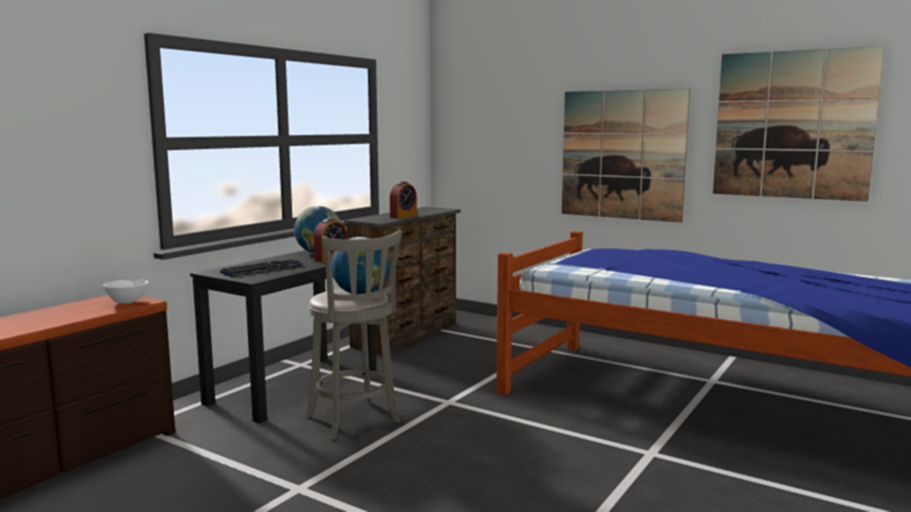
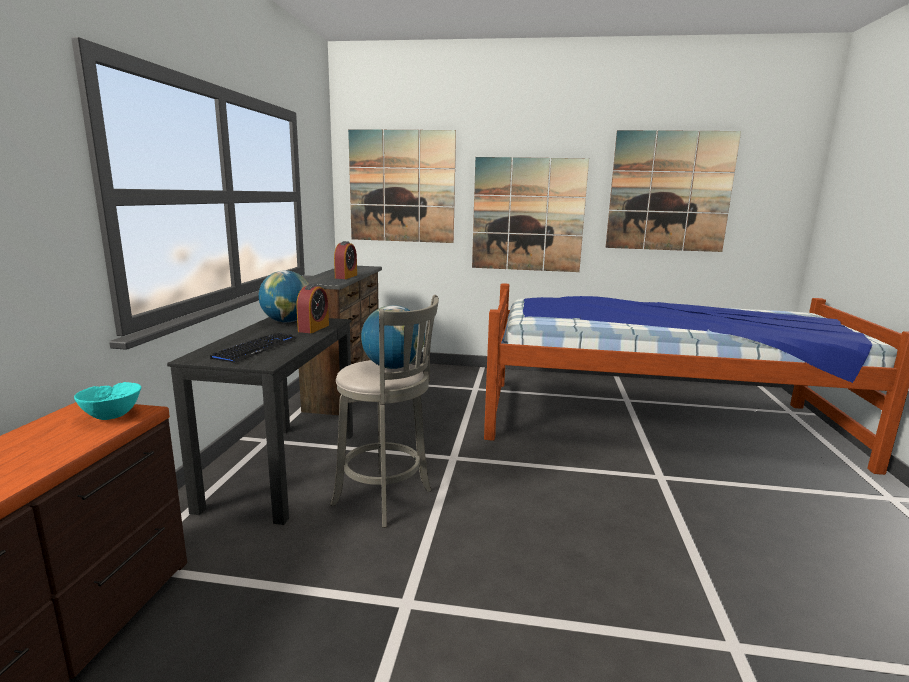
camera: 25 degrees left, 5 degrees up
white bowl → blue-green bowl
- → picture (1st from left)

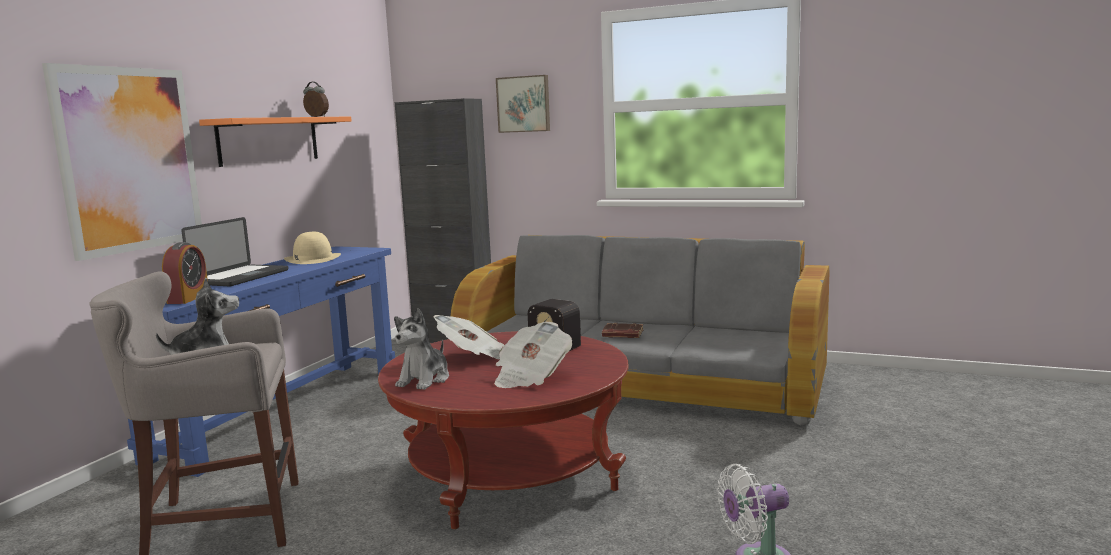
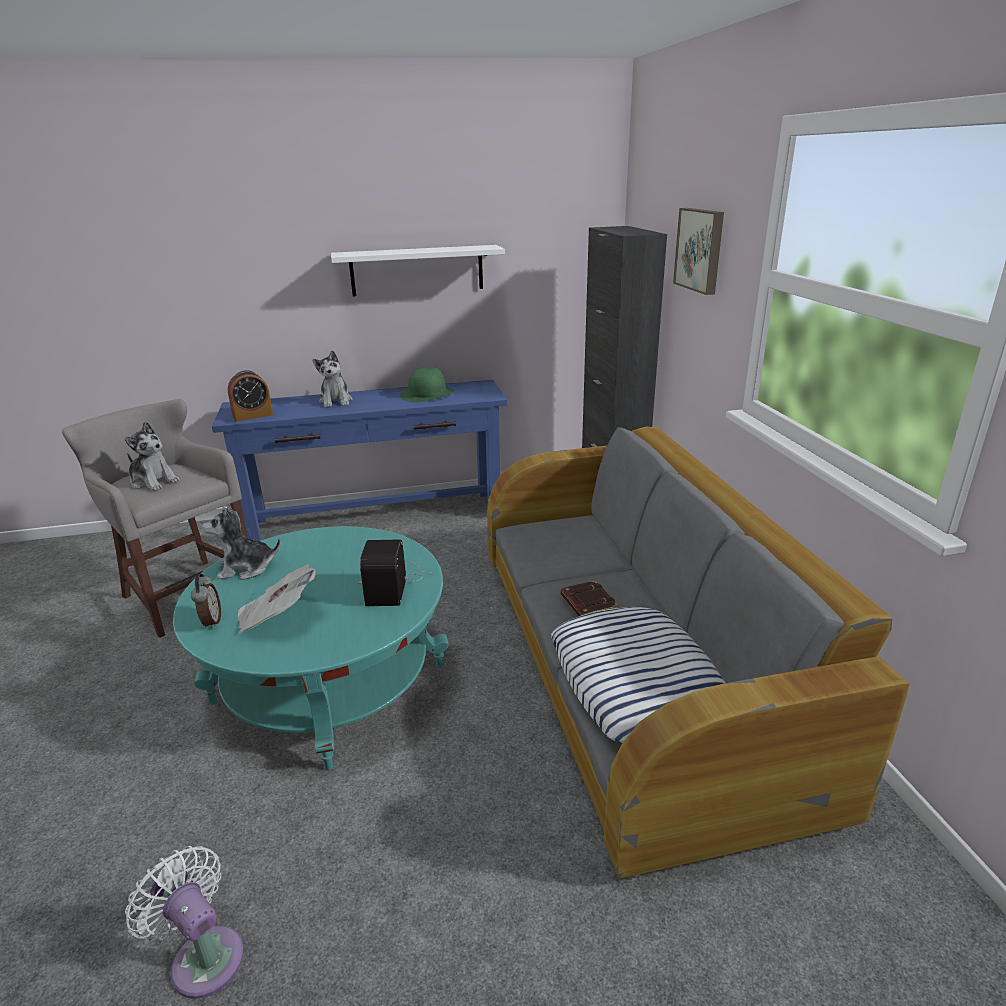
camera: 55 degrees right, 15 degrees up
picture (1st from left) → -
table clock (2nd from left in the first image) → table clock (1st from left), moved
orangey wall shelf → white wall shelf
notebook computer → cuddly toy (3rd from left)
beige-coloured clothing hat → green clothing hat
daily paper (1st from left) → -
red coffee table → blue-green coffee table
- → cushion

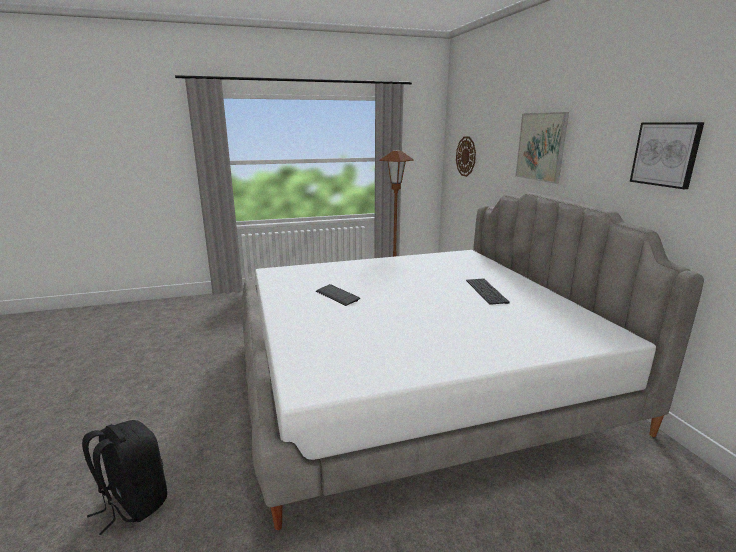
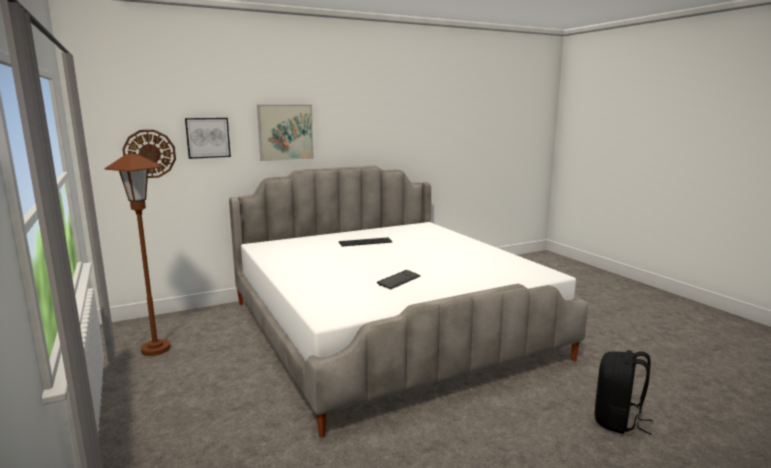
camera: 100 degrees left, 5 degrees down
picture (2nd from left in the first image) → picture (1st from left), moved

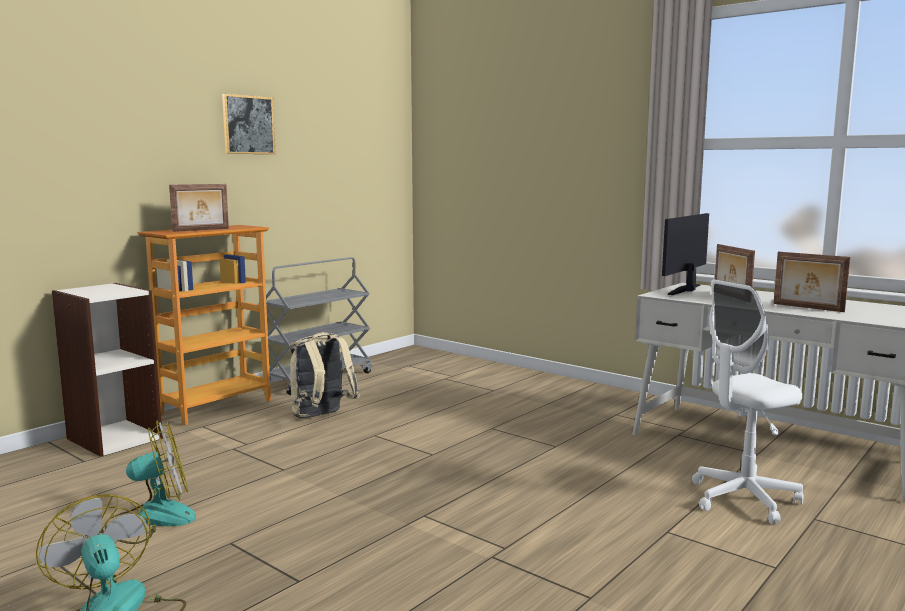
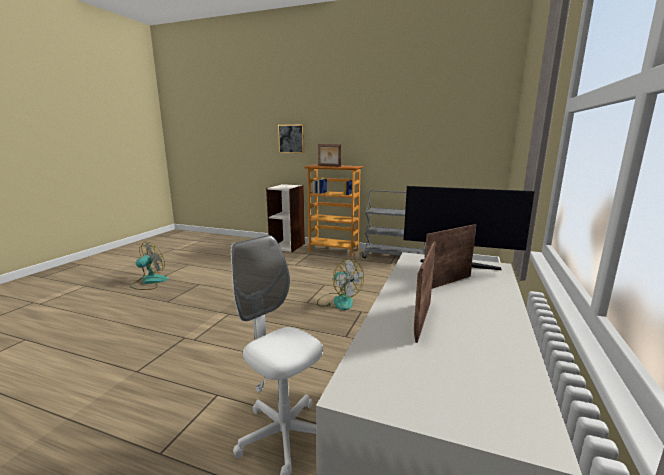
camera: 70 degrees right, 5 degrees up
picture, moved
beige-coloured knapsack → -
fan (2nd from left), moved

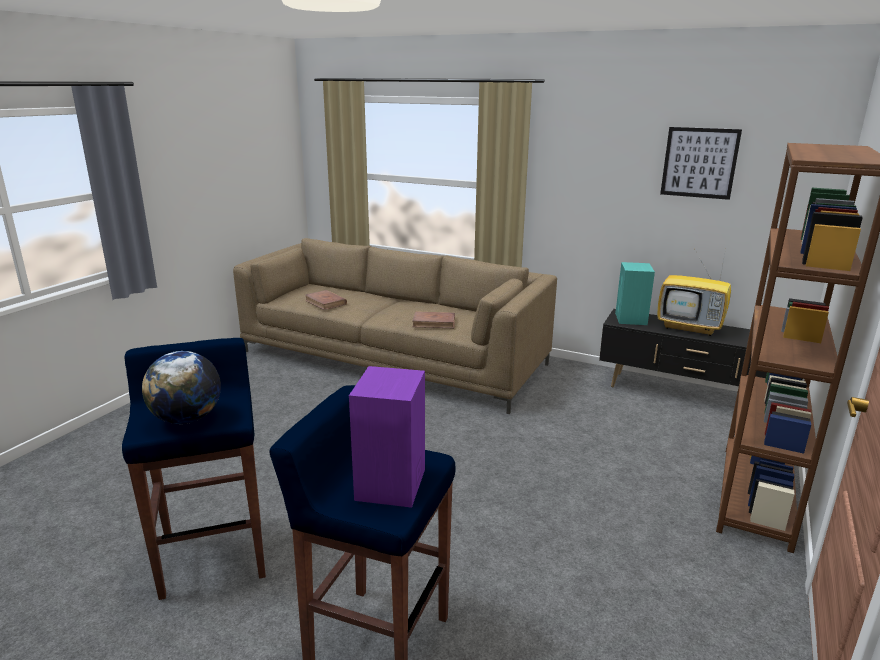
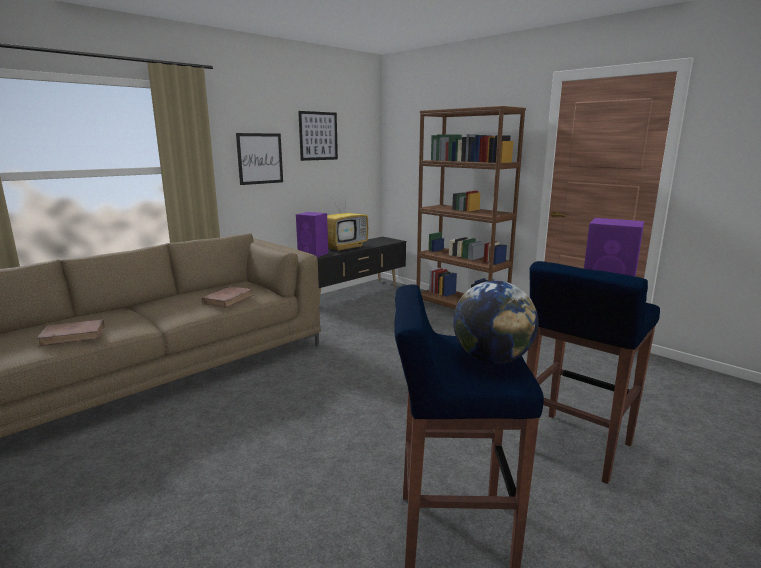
camera: 70 degrees left, 5 degrees down
blue-green loudspeaker → purplish loudspeaker (1st from left)
- → picture (1st from left)

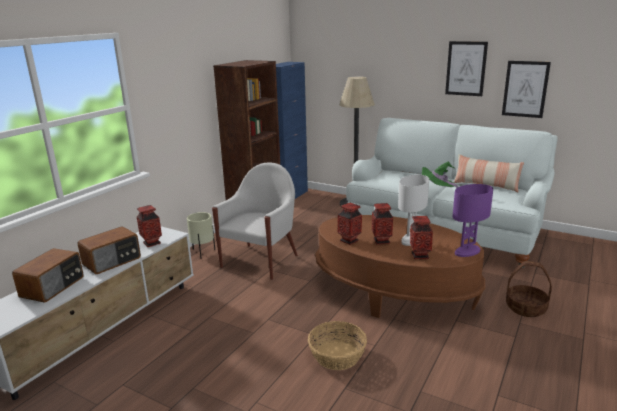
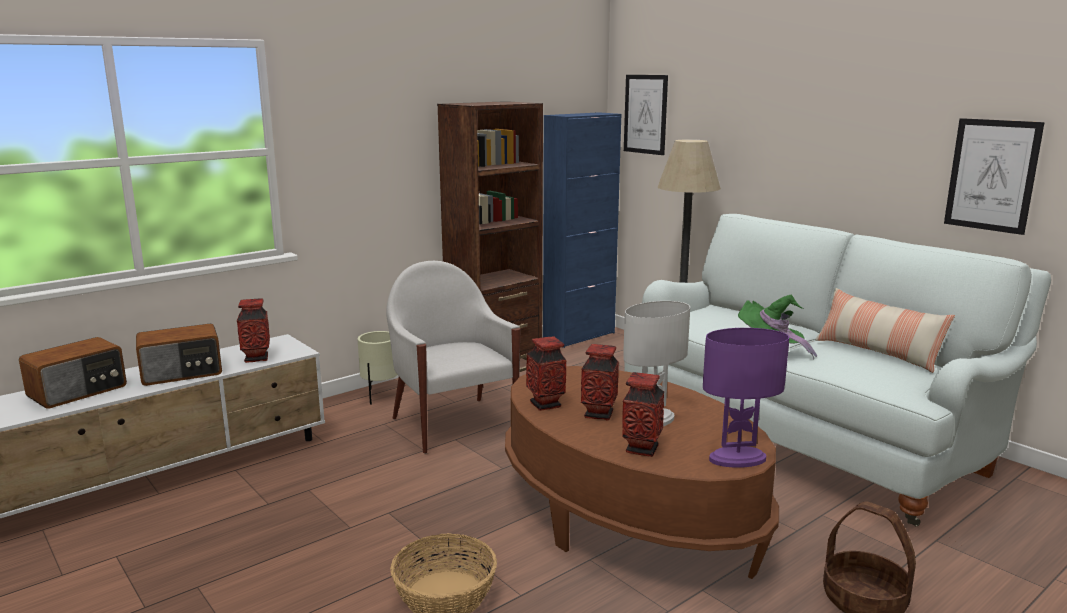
camera: 20 degrees right, 5 degrees down
picture (1st from left), moved
white easy chair, 75 degrees counterclockwise

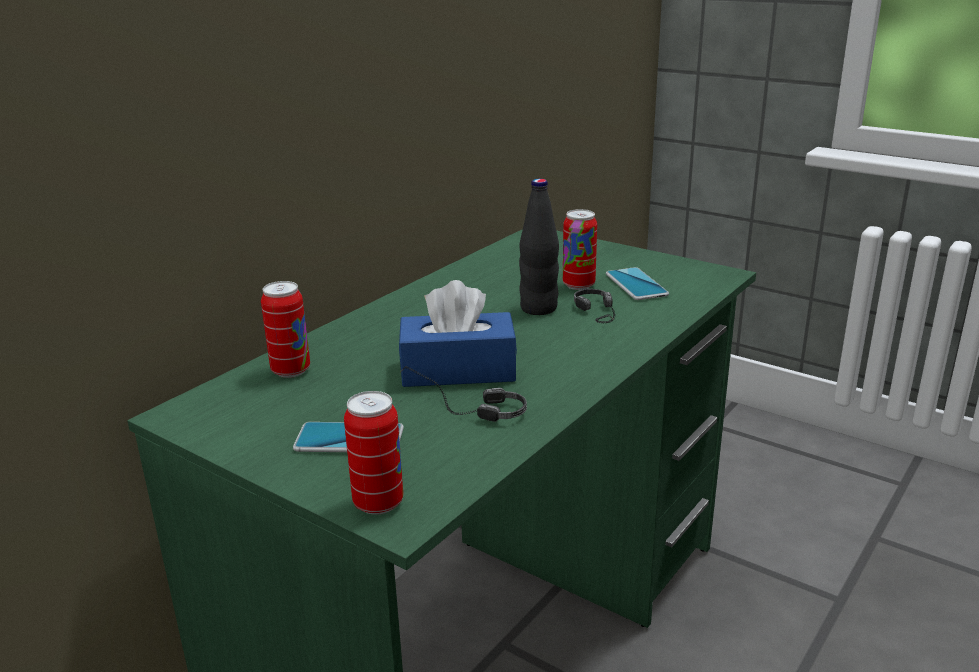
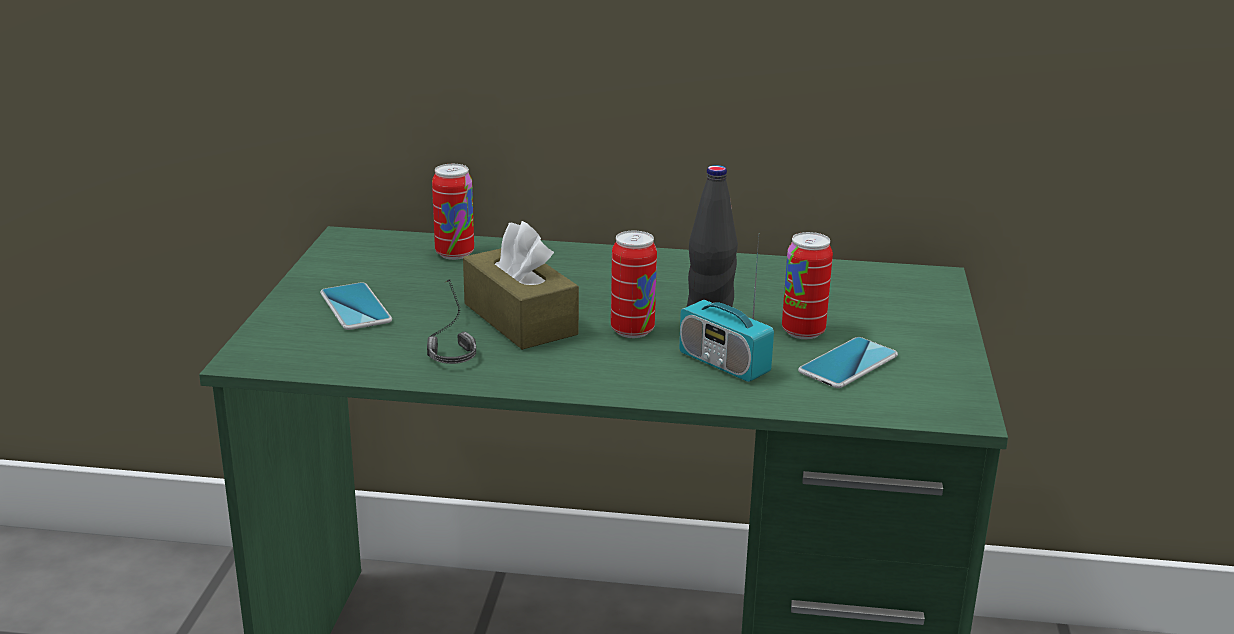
camera: 60 degrees right, 0 degrees up
bluish tissue holder → brown-coloured tissue holder
pair of headphones (2nd from left) → radio receiver
sealed can (2nd from left), moved

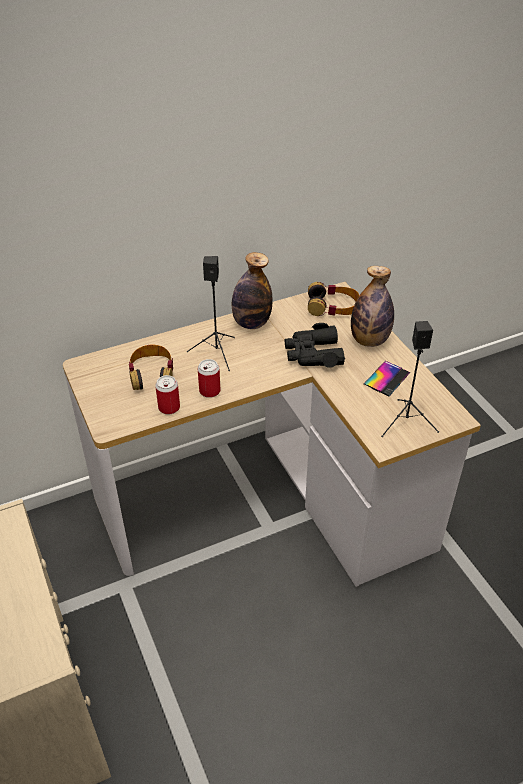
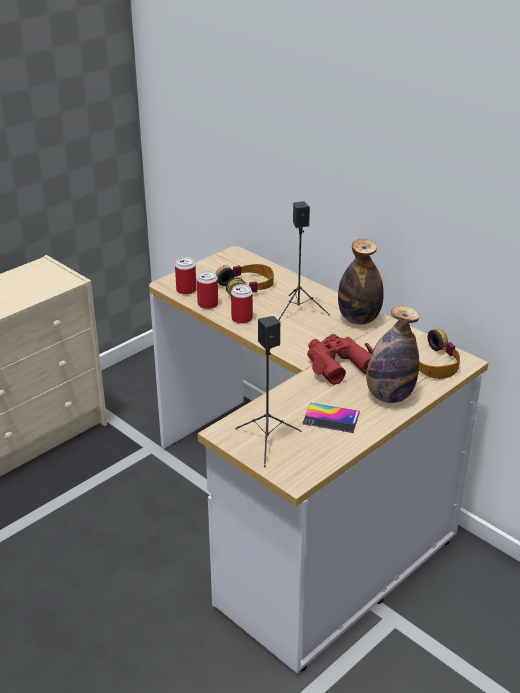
camera: 70 degrees right, 10 degrees down
blackish field glasses → red field glasses
- → sealed can (1st from left)

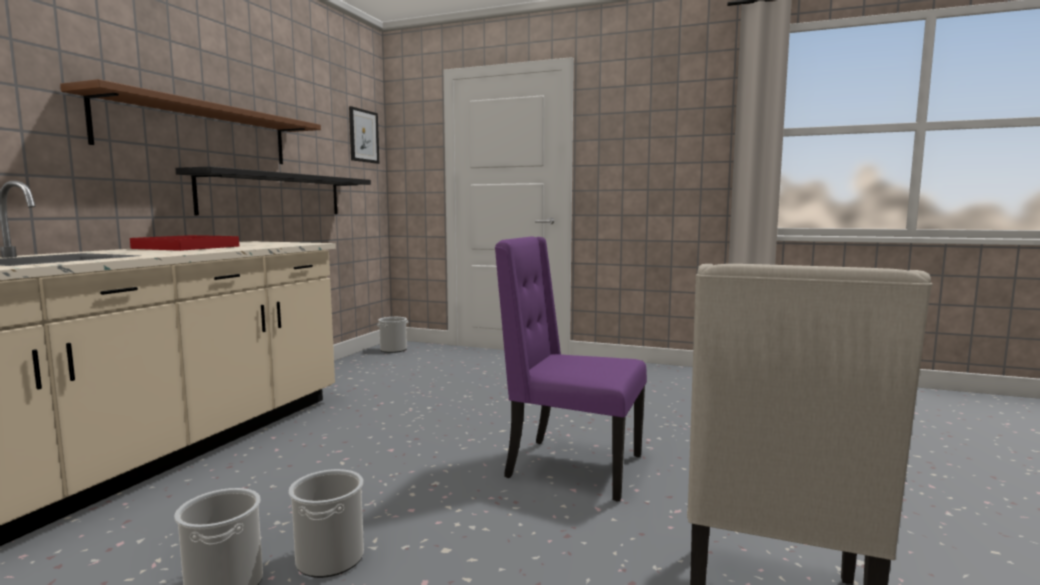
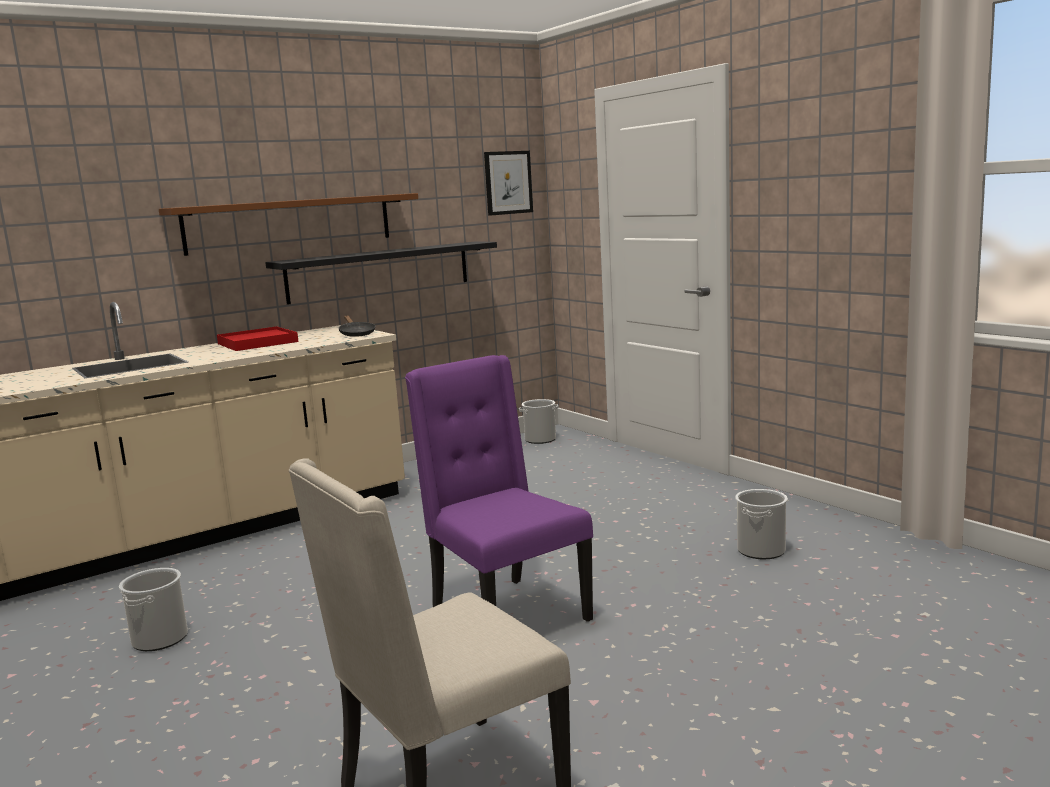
camera: 35 degrees right, 5 degrees up
bucket (2nd from left in the first image) → bucket (3rd from left), moved
- → blackish frying pan

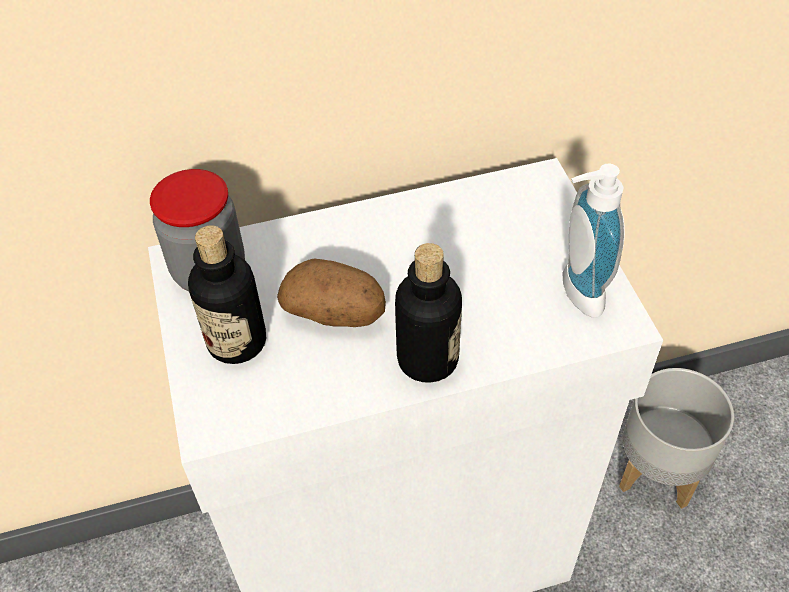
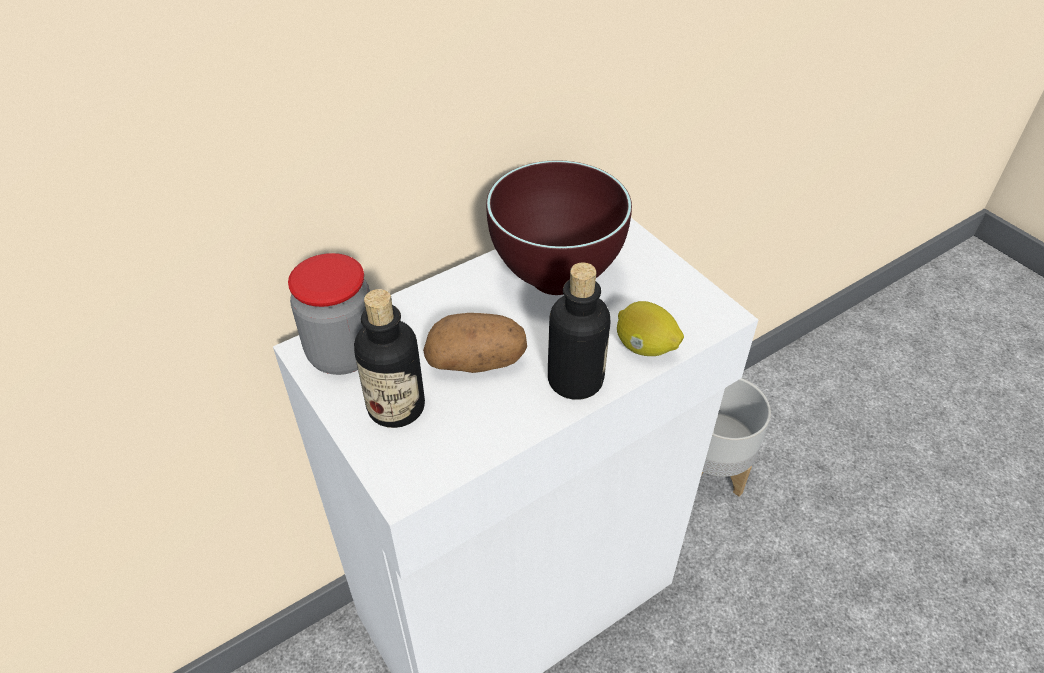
camera: 20 degrees left, 5 degrees down
liquid soap bottle → -
- → brown-coloured bowl
- → lemon

